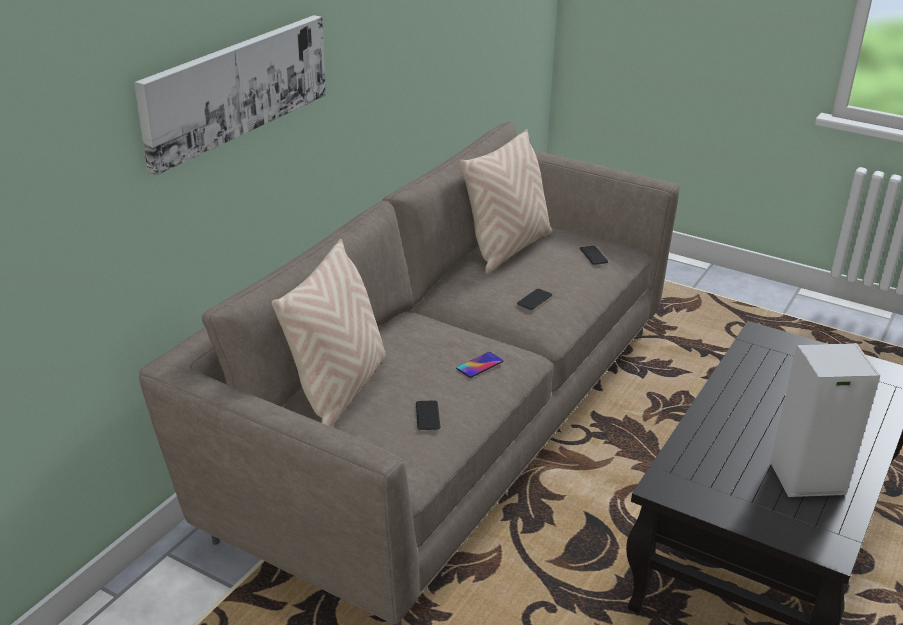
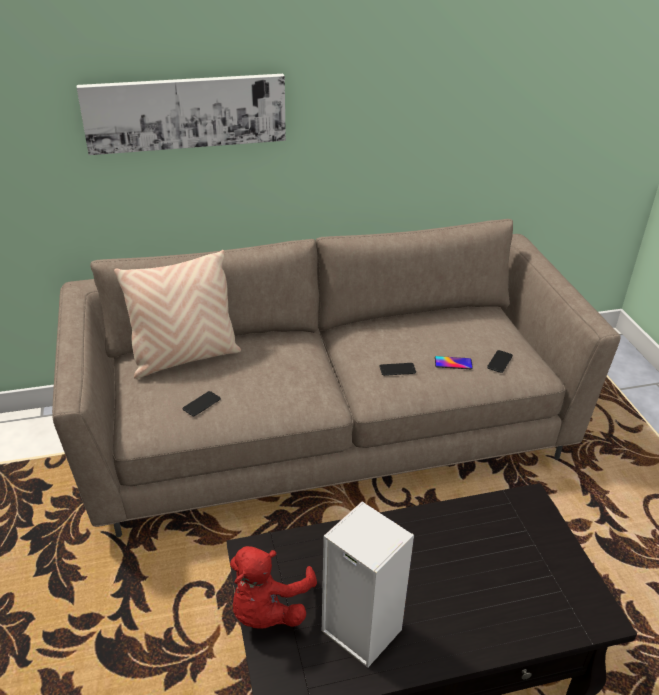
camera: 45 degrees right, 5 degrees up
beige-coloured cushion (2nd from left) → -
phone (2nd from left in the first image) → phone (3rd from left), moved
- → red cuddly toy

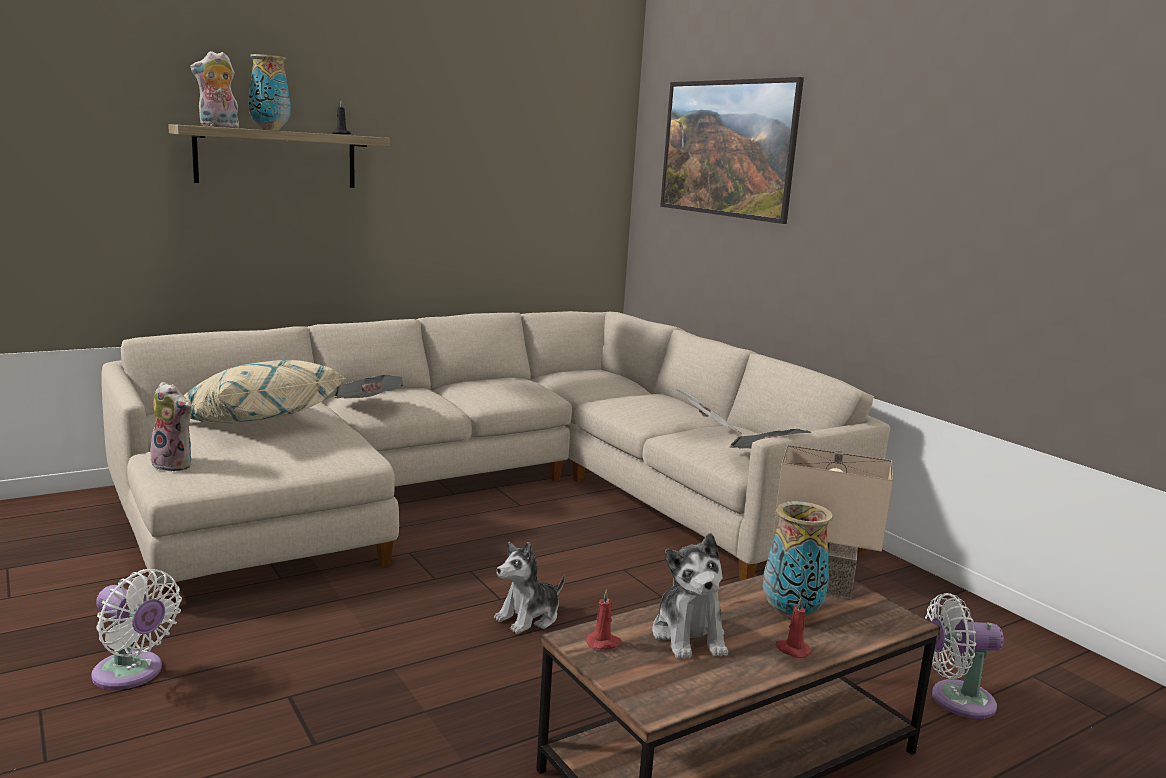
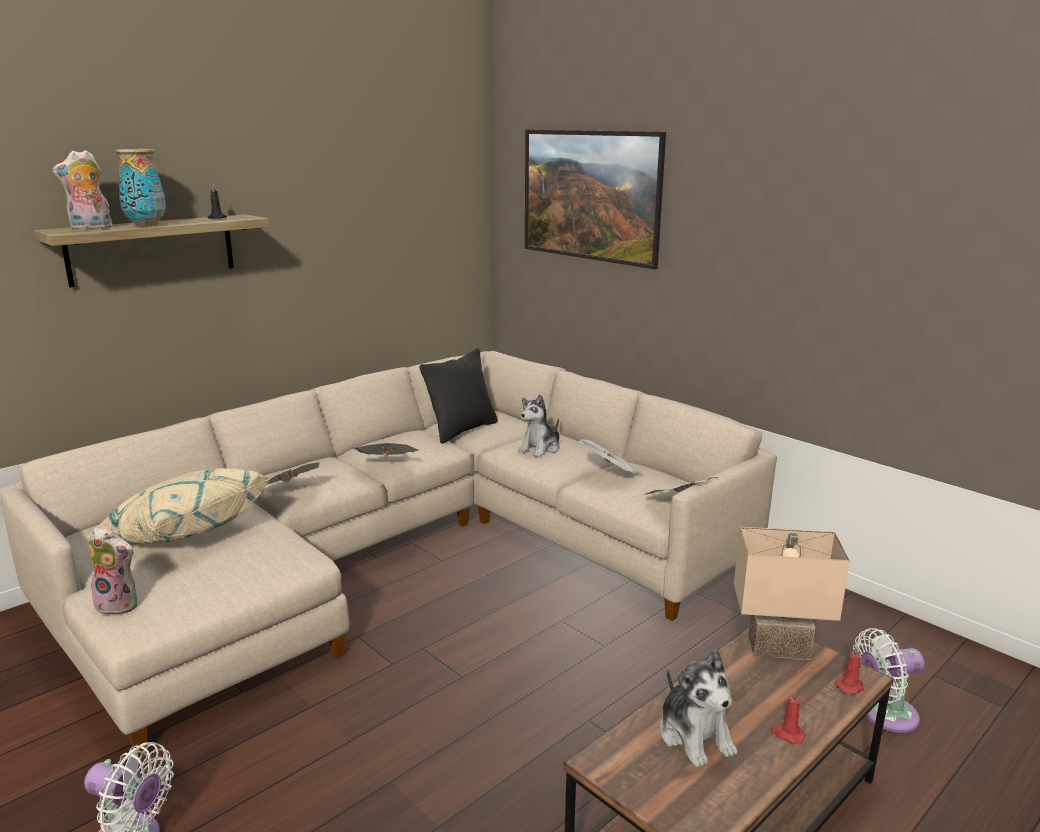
camera: 10 degrees left, 5 degrees up
decorative vase (2nd from left) → -
cuddly toy (3rd from left), moved
red candle (1st from left in the first image) → red candle (2nd from left), moved
- → blackish cushion
- → daily paper (2nd from left)

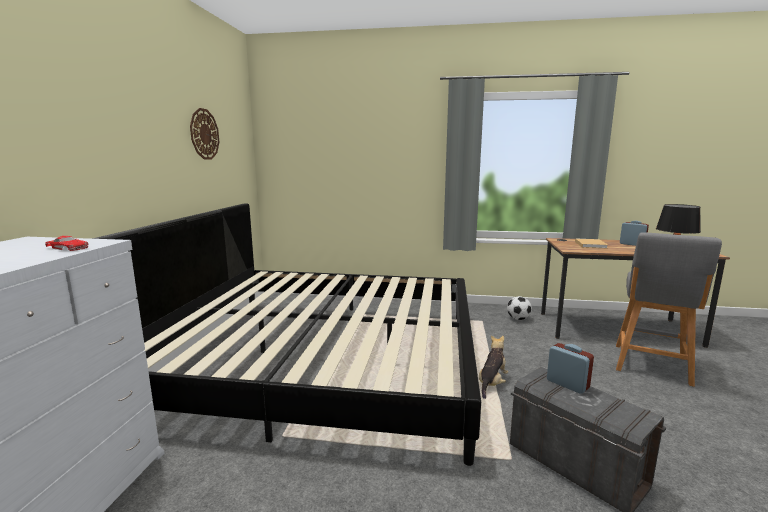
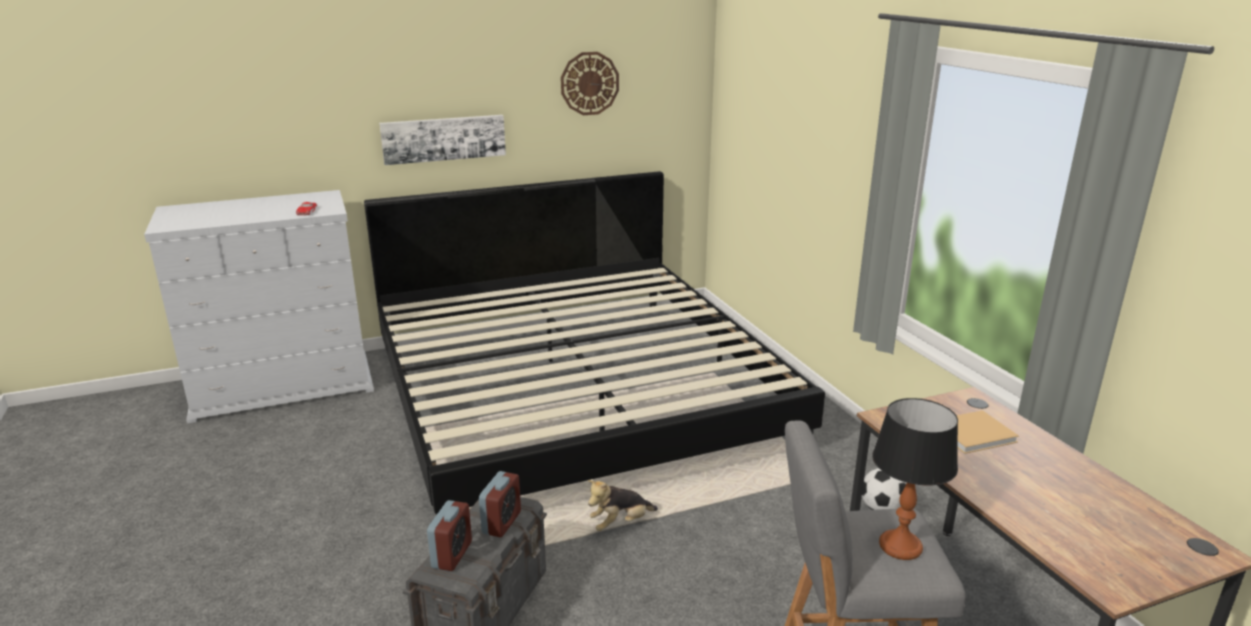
camera: 60 degrees right, 10 degrees up
table clock (2nd from left in the first image) → table clock (1st from left), moved
cuddly toy, 150 degrees clockwise
- → picture

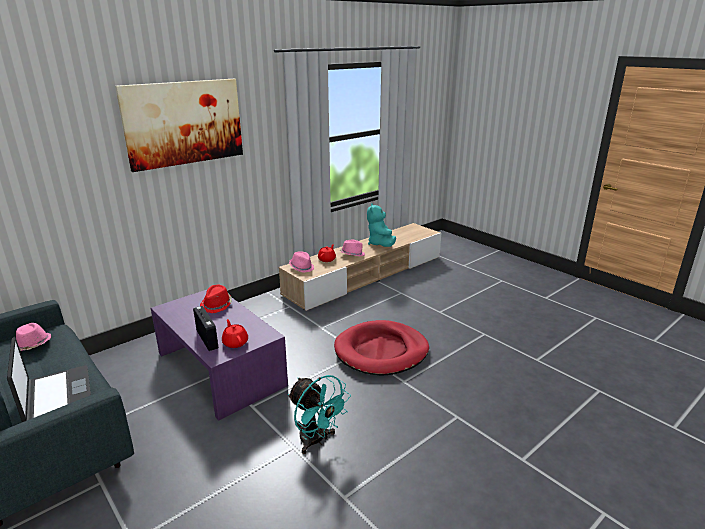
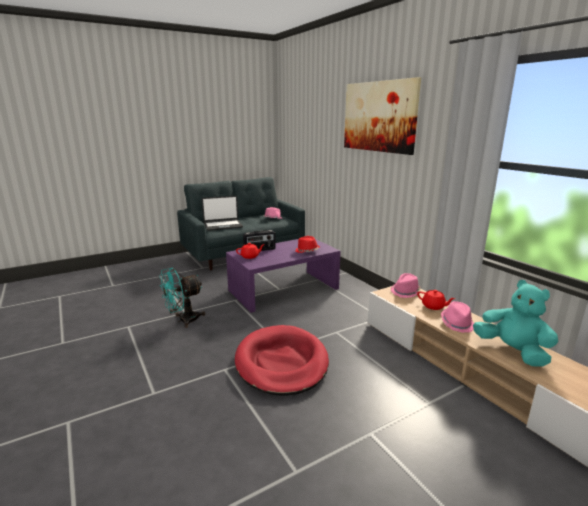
camera: 100 degrees right, 5 degrees down
blue-green cuddly toy, 45 degrees clockwise

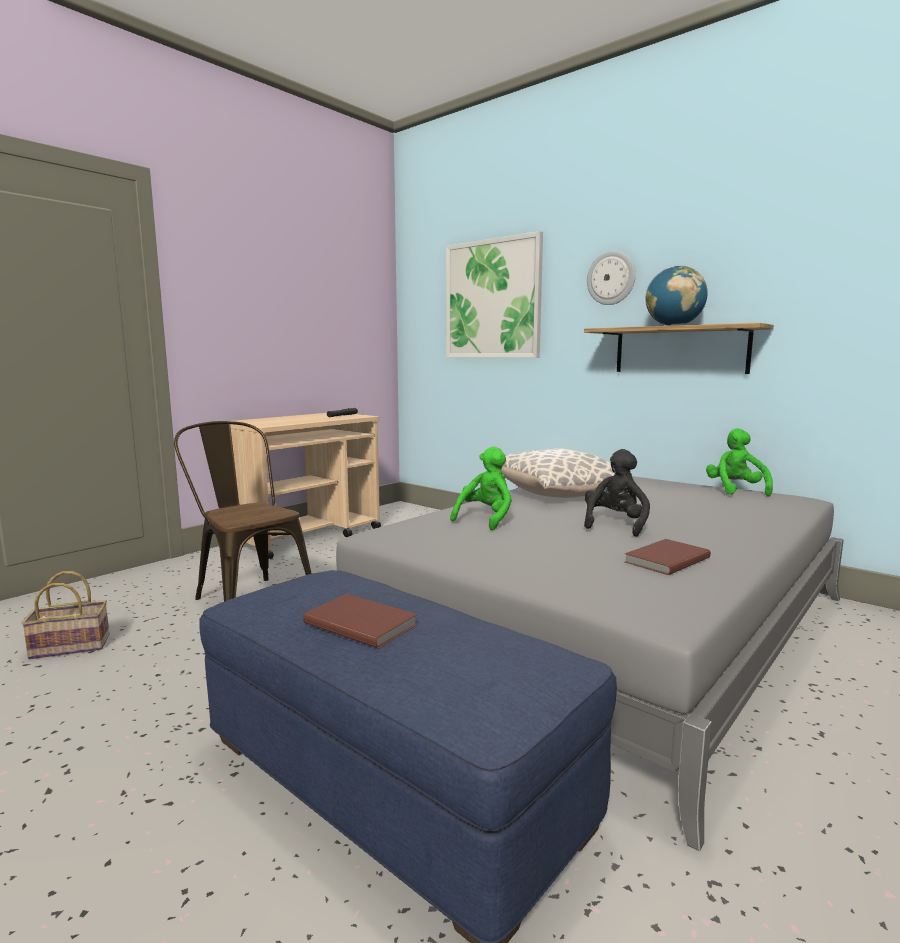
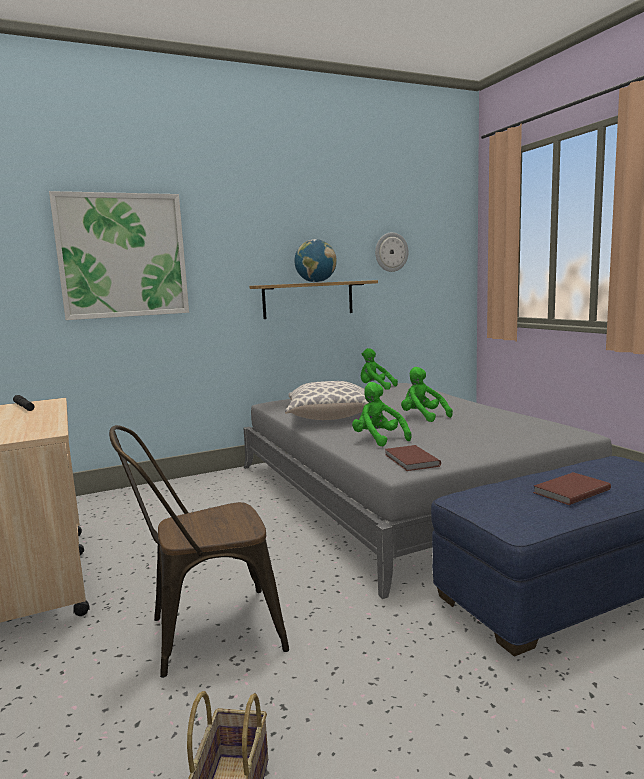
camera: 65 degrees left, 0 degrees up
wall clock, moved
blackish cuddly toy → green cuddly toy (3rd from left)
brown-coloured book (2nd from left in the first image) → brown-coloured book (1st from left), moved

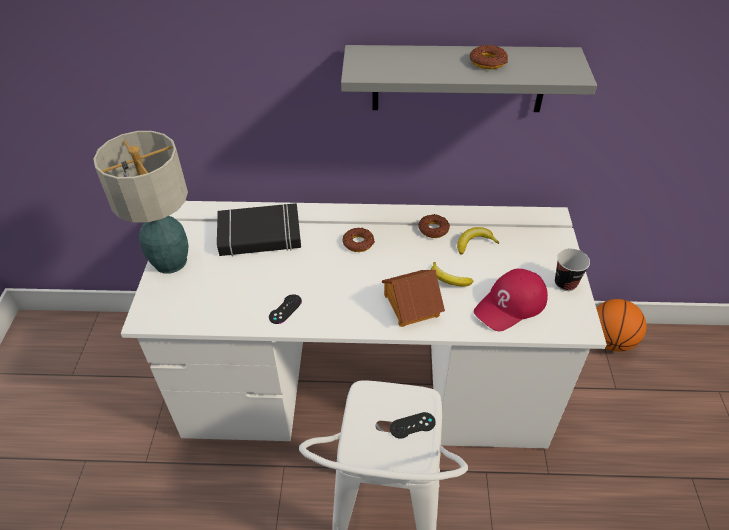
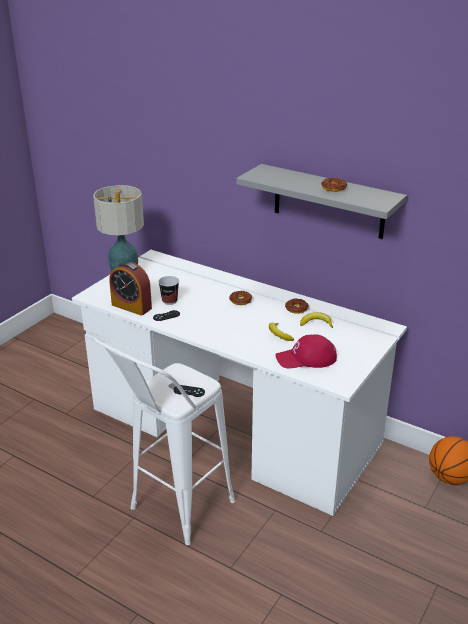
camera: 30 degrees right, 15 degrees down
blackish book → -
cup, moved
model house → -
- → table clock

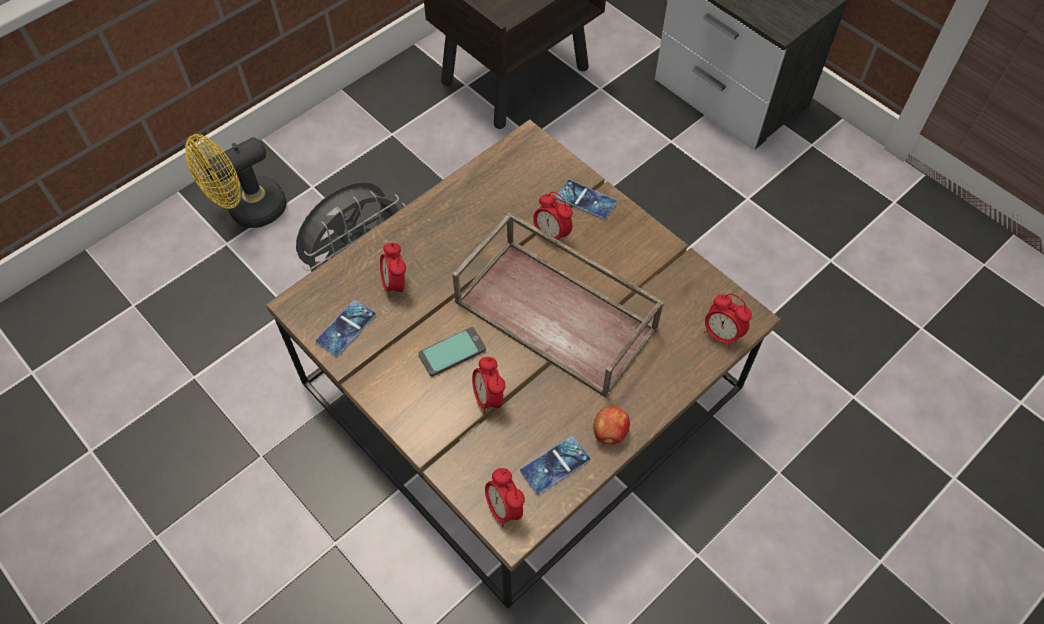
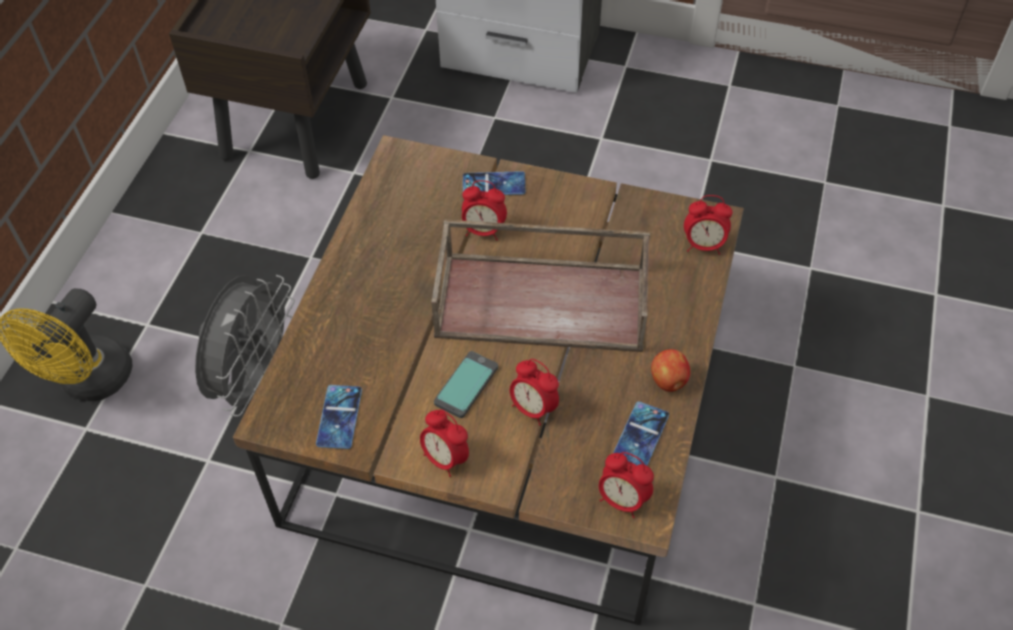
camera: 30 degrees left, 5 degrees down
table clock (1st from left), moved

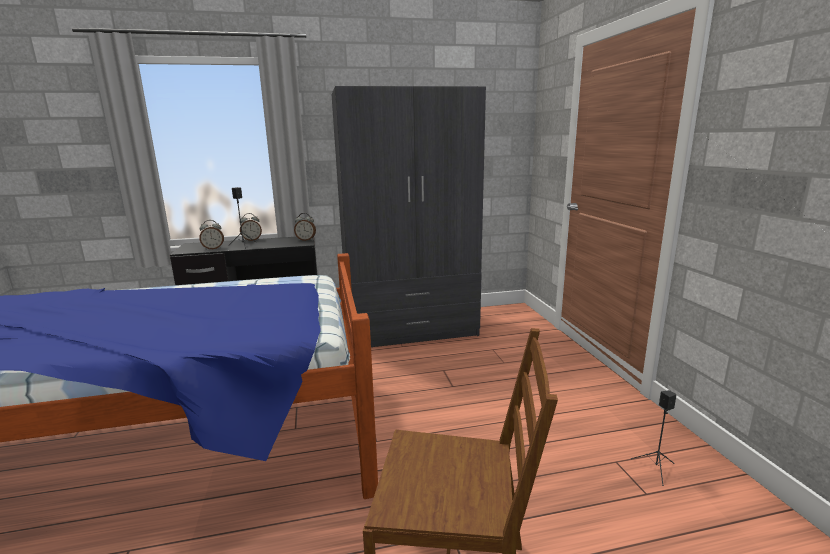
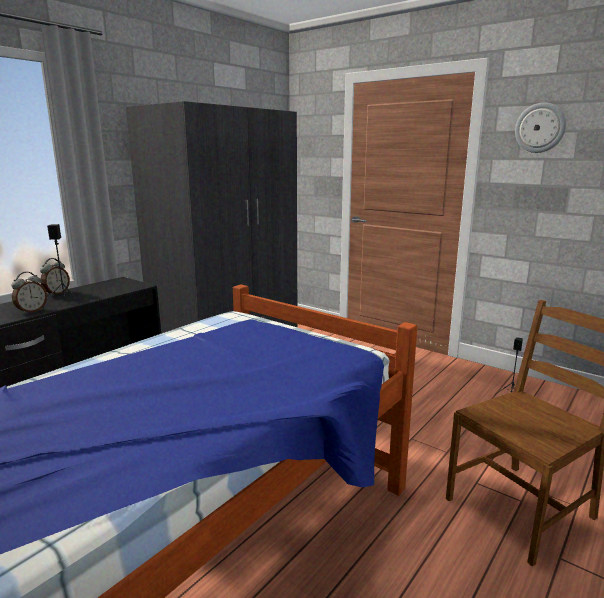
camera: 40 degrees left, 0 degrees up
table clock (3rd from left) → -
- → wall clock

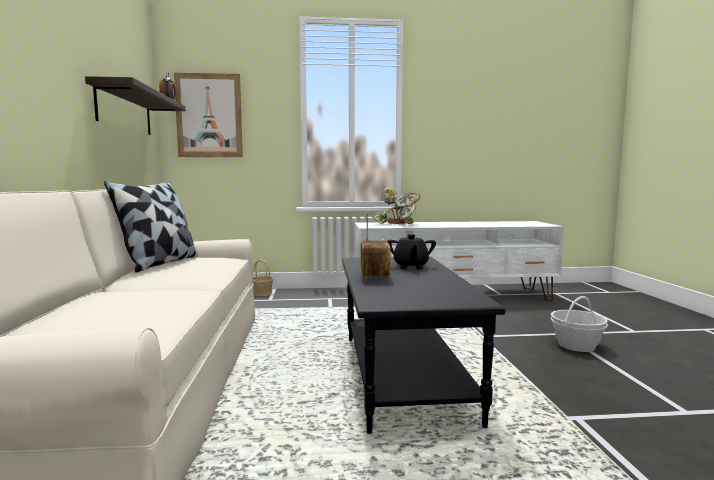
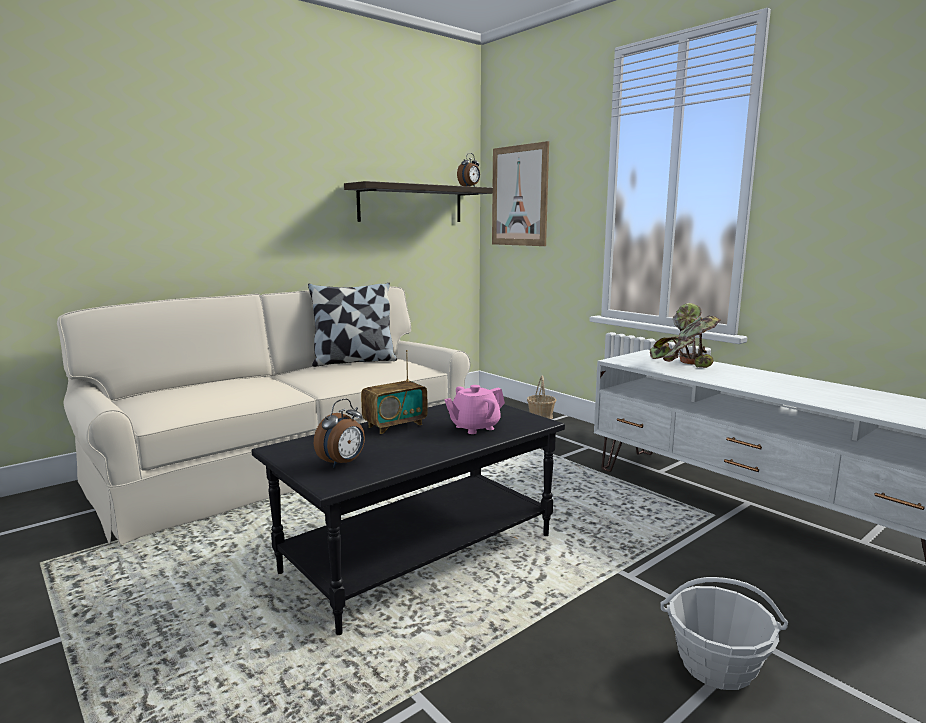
camera: 55 degrees right, 5 degrees up
blackish pot for tea → pink pot for tea
- → table clock (1st from left)

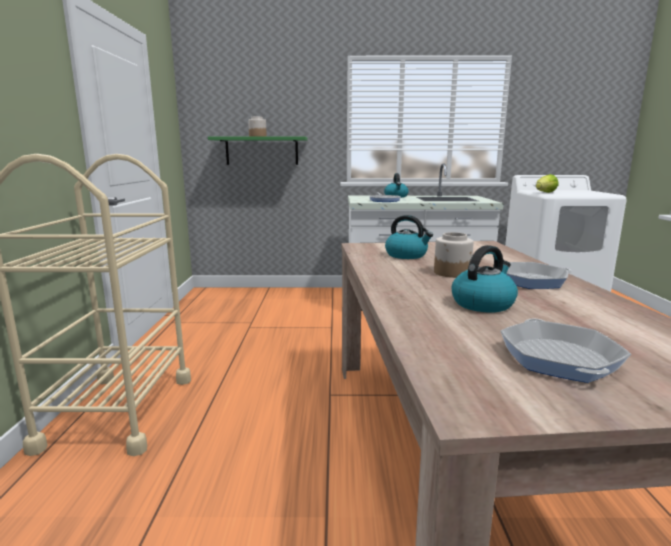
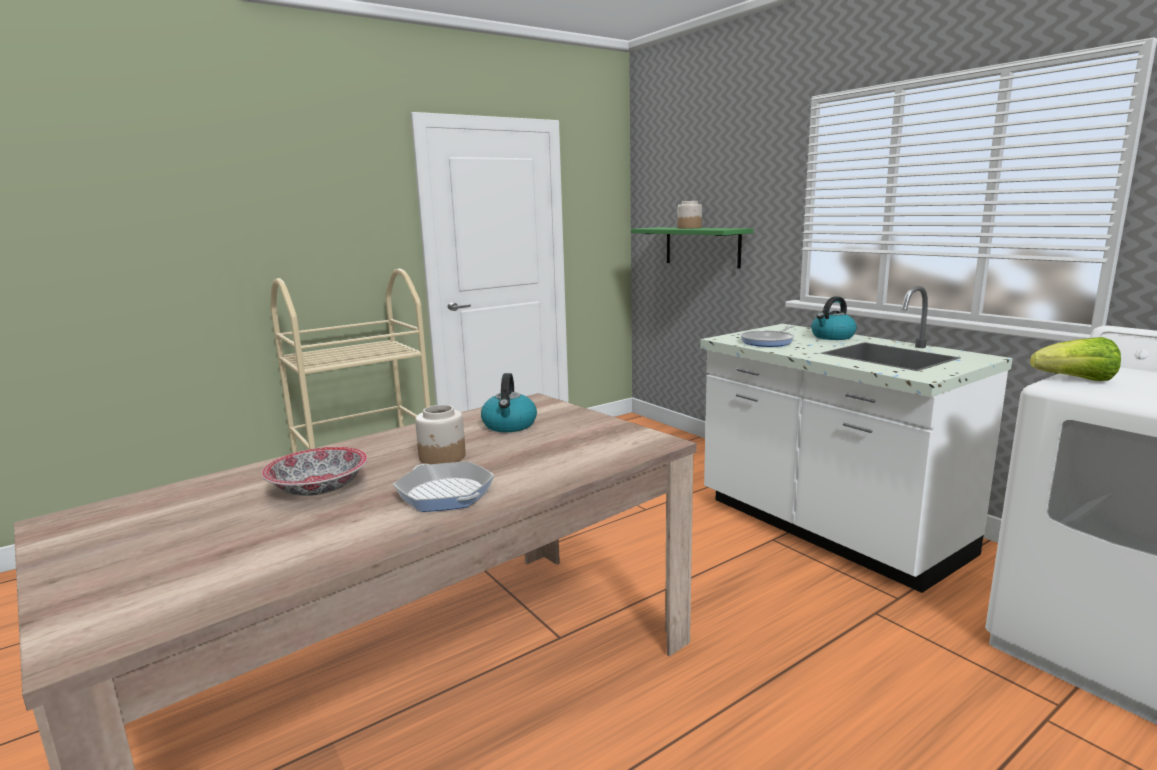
camera: 55 degrees right, 0 degrees up
kettle (3rd from left) → bowl
frying pan (3rd from left) → -

